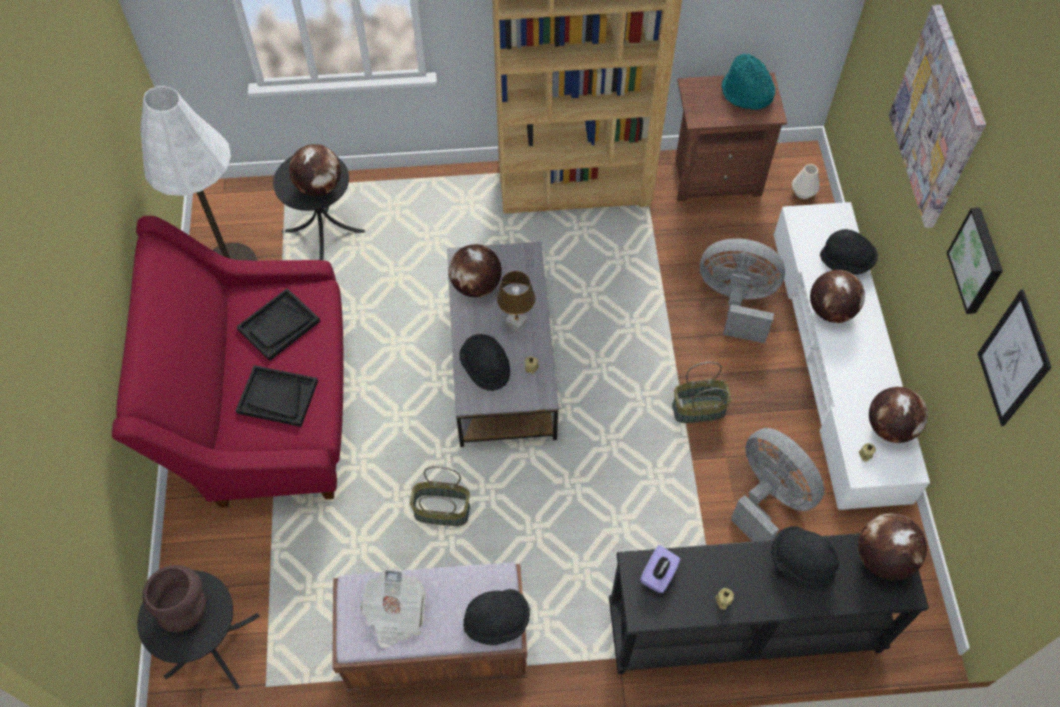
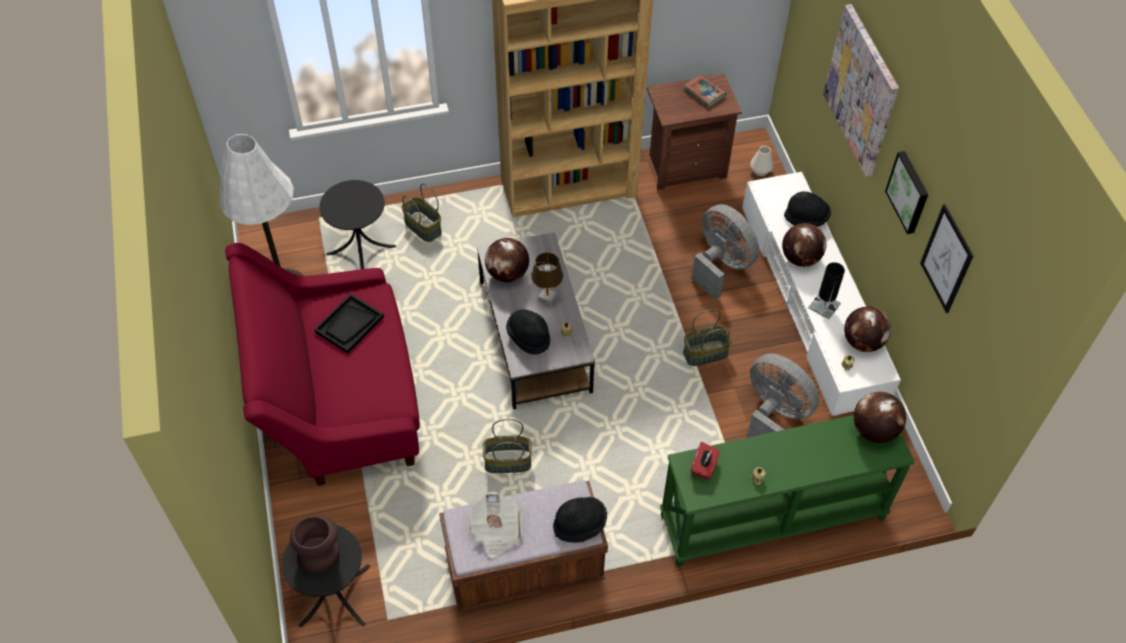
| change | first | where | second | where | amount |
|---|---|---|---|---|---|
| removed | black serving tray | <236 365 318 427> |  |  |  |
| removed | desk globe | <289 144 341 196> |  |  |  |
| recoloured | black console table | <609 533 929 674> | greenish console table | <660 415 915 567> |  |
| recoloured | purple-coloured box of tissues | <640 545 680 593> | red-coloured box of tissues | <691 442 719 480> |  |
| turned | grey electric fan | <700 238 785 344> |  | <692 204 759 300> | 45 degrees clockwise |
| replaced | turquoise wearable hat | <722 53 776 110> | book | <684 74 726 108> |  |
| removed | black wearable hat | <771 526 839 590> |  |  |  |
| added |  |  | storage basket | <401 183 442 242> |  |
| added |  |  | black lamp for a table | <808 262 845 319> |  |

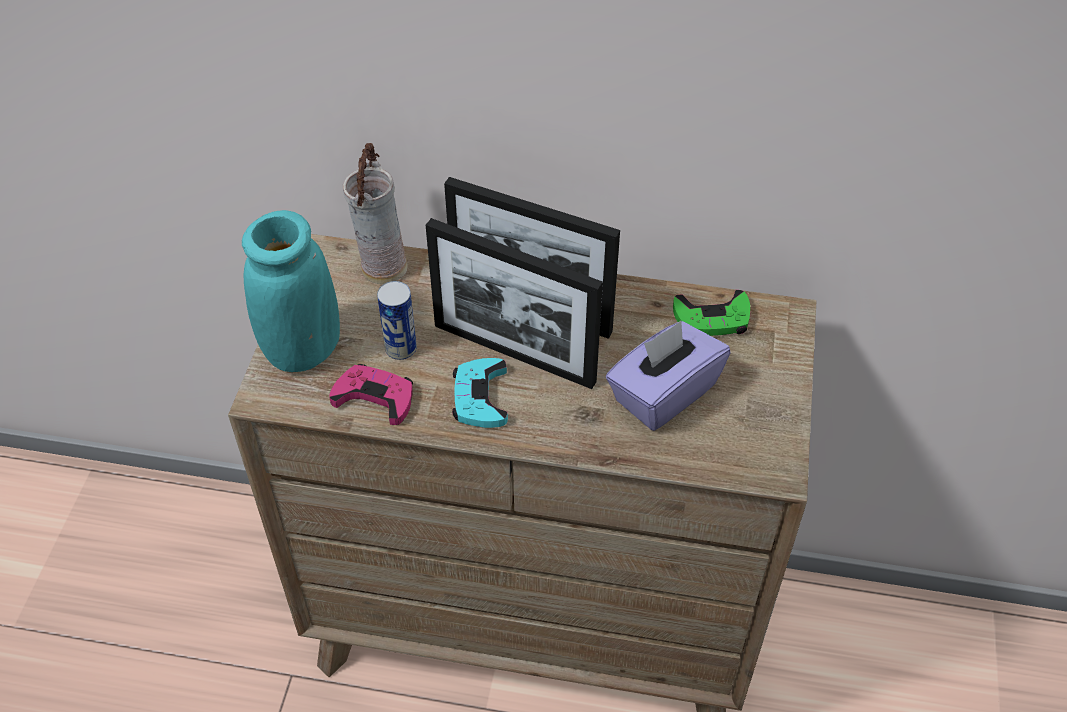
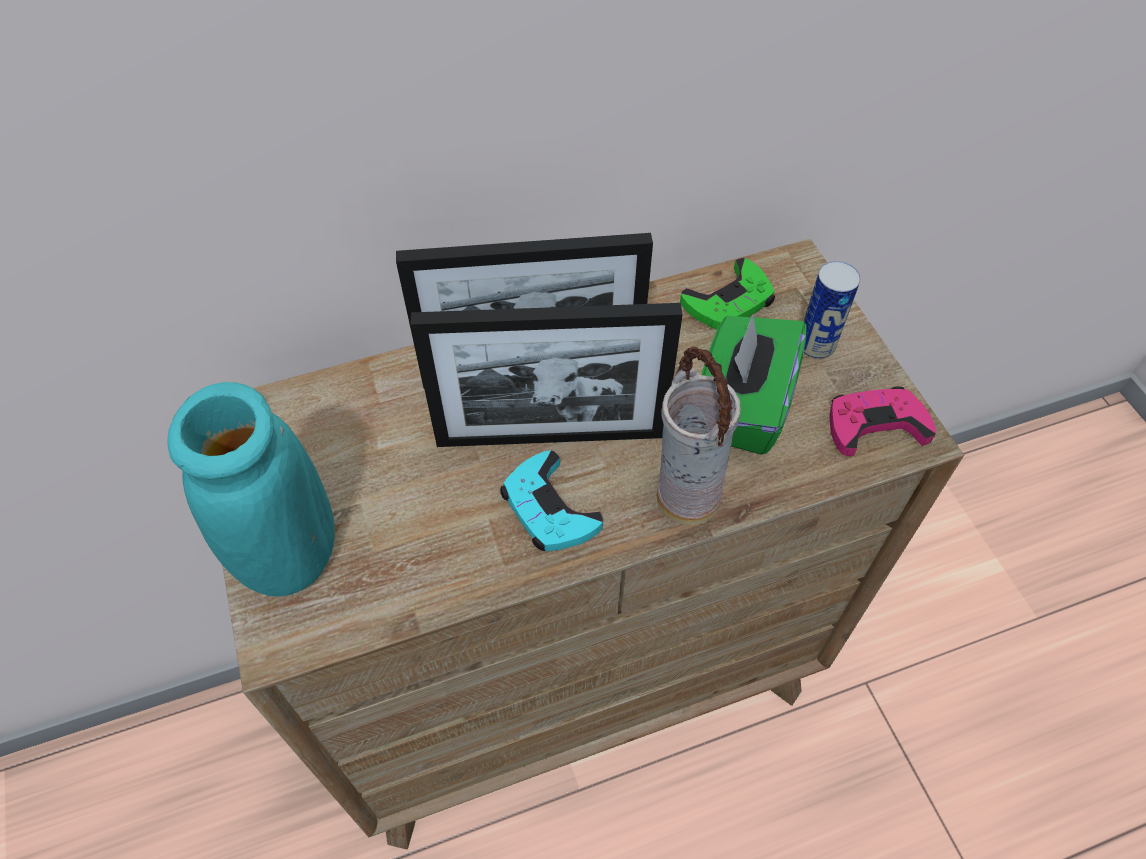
| change | first | where | second | where | amount |
|---|---|---|---|---|---|
| moved | pinkish joypad | <329 364 413 425> |  | <829 386 936 456> |  |
| moved | flower vase | <343 143 408 284> |  | <656 346 741 525> |  |
| moved | metal can | <377 281 417 360> |  | <804 261 861 359> |  |
| recoloured | purple-coloured box of tissues | <606 321 731 431> | greenish box of tissues | <701 314 807 454> |  |

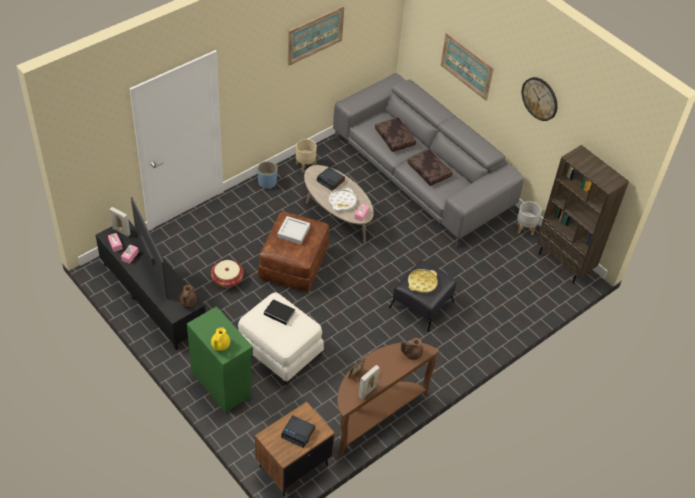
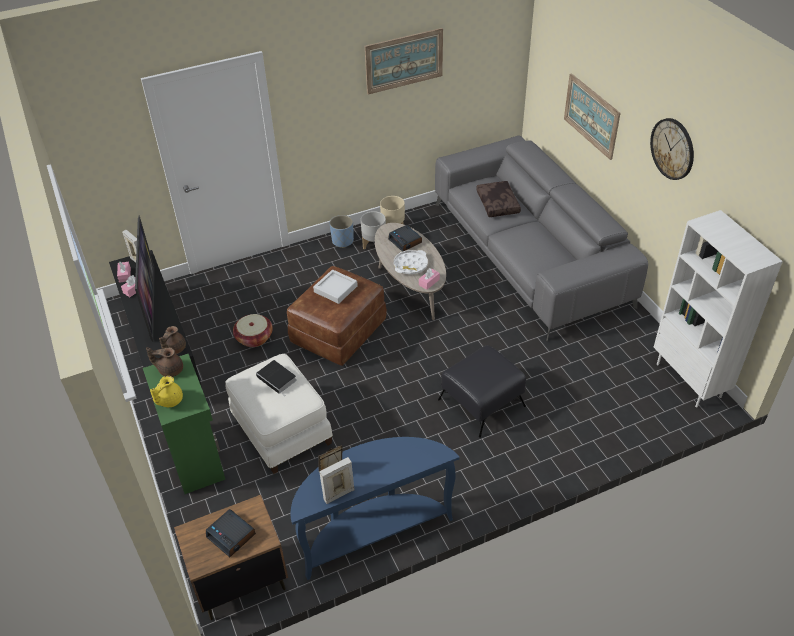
| change | first | where | second | where | amount |
|---|---|---|---|---|---|
| recoloured | brown-coloured console table | <337 342 440 456> | blue console table | <291 437 459 580> |  |
| moved | brown-coloured pot for tea | <401 338 423 360> |  | <146 347 183 377> |  |
| removed | brown-coloured throw pillow | <407 149 452 186> |  |  |  |
| removed | yellowish serving tray | <408 269 438 293> |  |  |  |
| moved | grey flower pot | <517 201 541 235> |  | <361 211 386 249> |  |
| recoloured | brown-coloured bookcase | <536 145 629 284> | white-coloured bookcase | <654 210 783 408> |  |

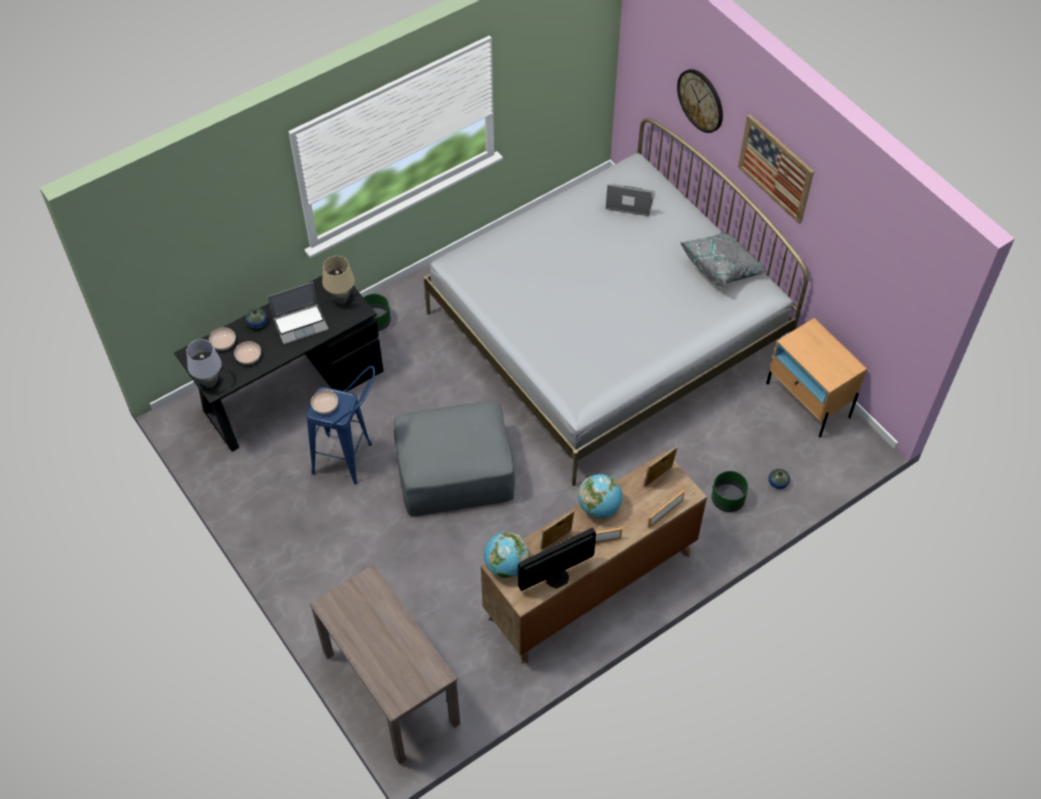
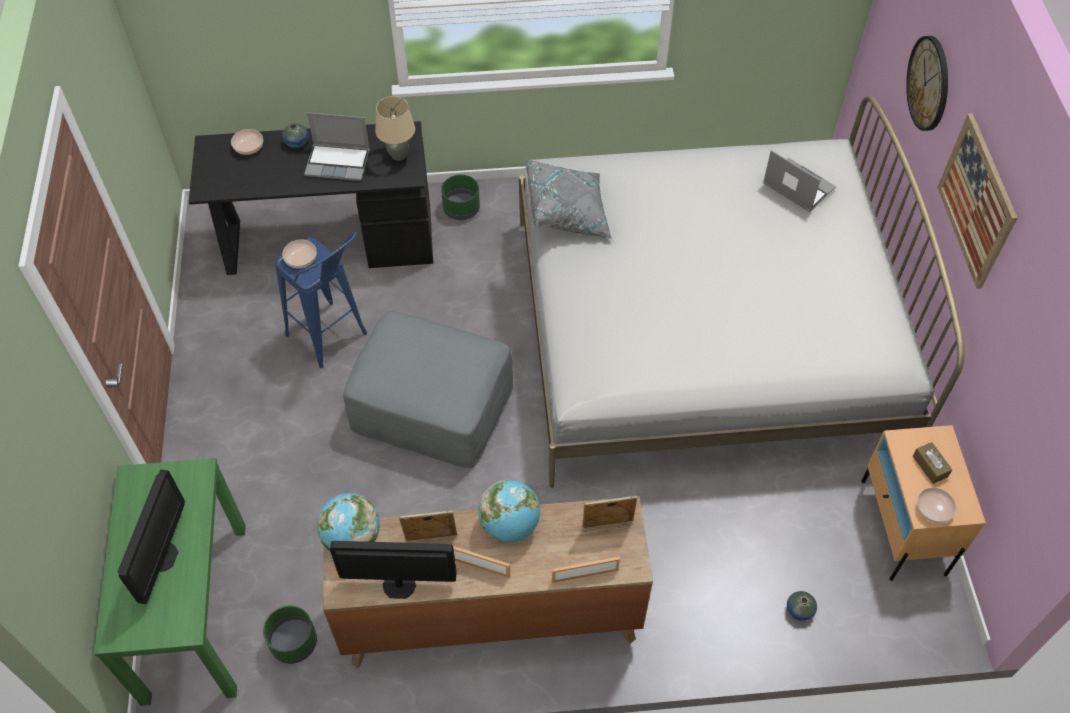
| change | first | where | second | where | amount |
|---|---|---|---|---|---|
| removed | grey lamp for a table | <186 339 222 388> |  |  |  |
| moved | serving bowl | <234 341 261 365> |  | <917 487 956 523> |  |
| recoloured | brown-coloured console table | <309 565 460 764> | greenish console table | <94 458 246 706> |  |
| moved | grey throw pillow | <680 231 768 288> |  | <526 159 612 239> |  |
| moved | greenish flower pot | <711 471 748 512> |  | <263 606 317 664> |  |
| added |  |  | computer display | <118 469 185 604> |  |
| added |  |  | brown-coloured box of tissues | <913 442 952 484> |  |

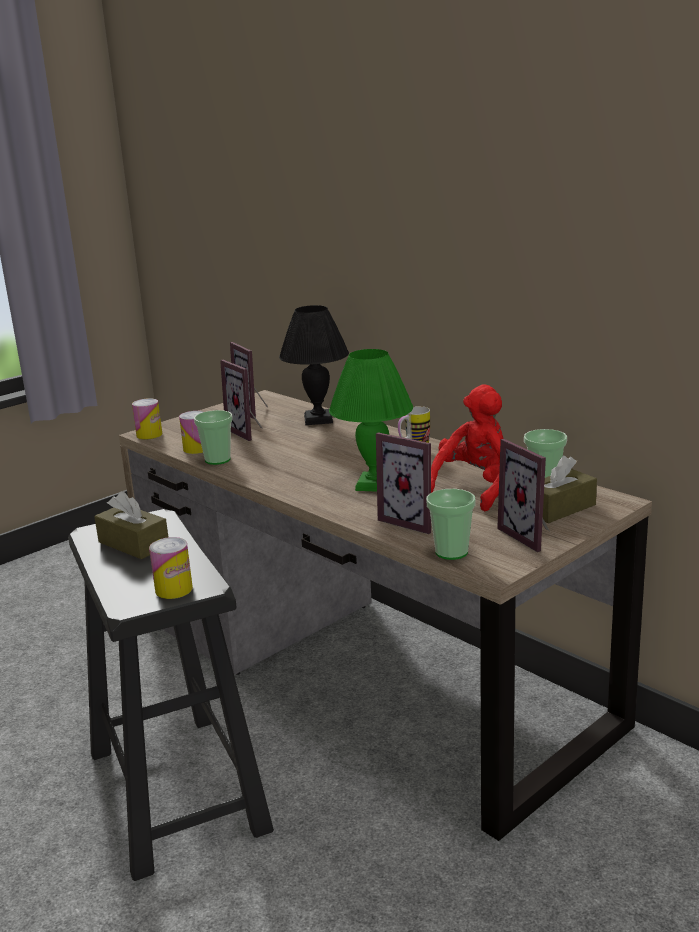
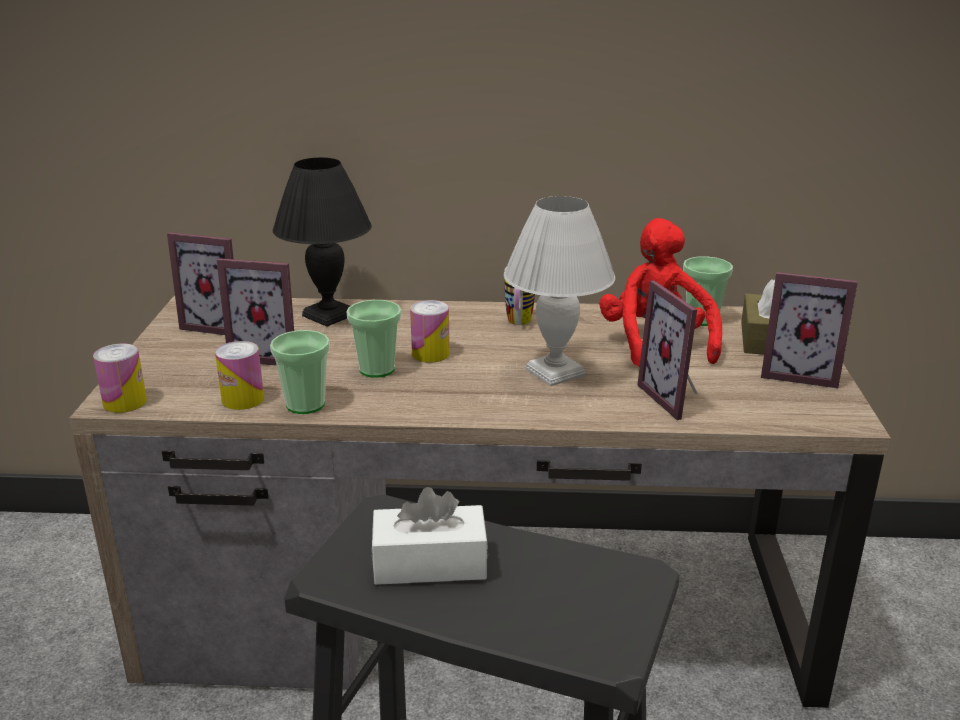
| change | first | where | second | where | amount |
|---|---|---|---|---|---|
| recoloured | brown-coloured box of tissues | <94 491 168 559> | white-coloured box of tissues | <372 487 488 585> |  |
| moved | metal can | <149 537 193 599> |  | <410 300 450 363> |  |
| recoloured | greenish lamp for a table | <329 349 413 492> | white-coloured lamp for a table | <504 196 615 386> |  |
| turned | photo frame | <376 432 431 534> |  | <637 281 698 420> | 75 degrees clockwise |
| moved | cup | <426 489 476 560> |  | <347 300 401 378> |  |

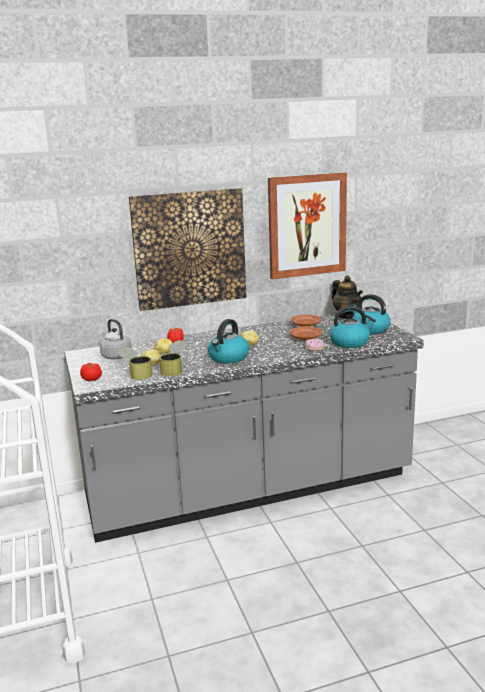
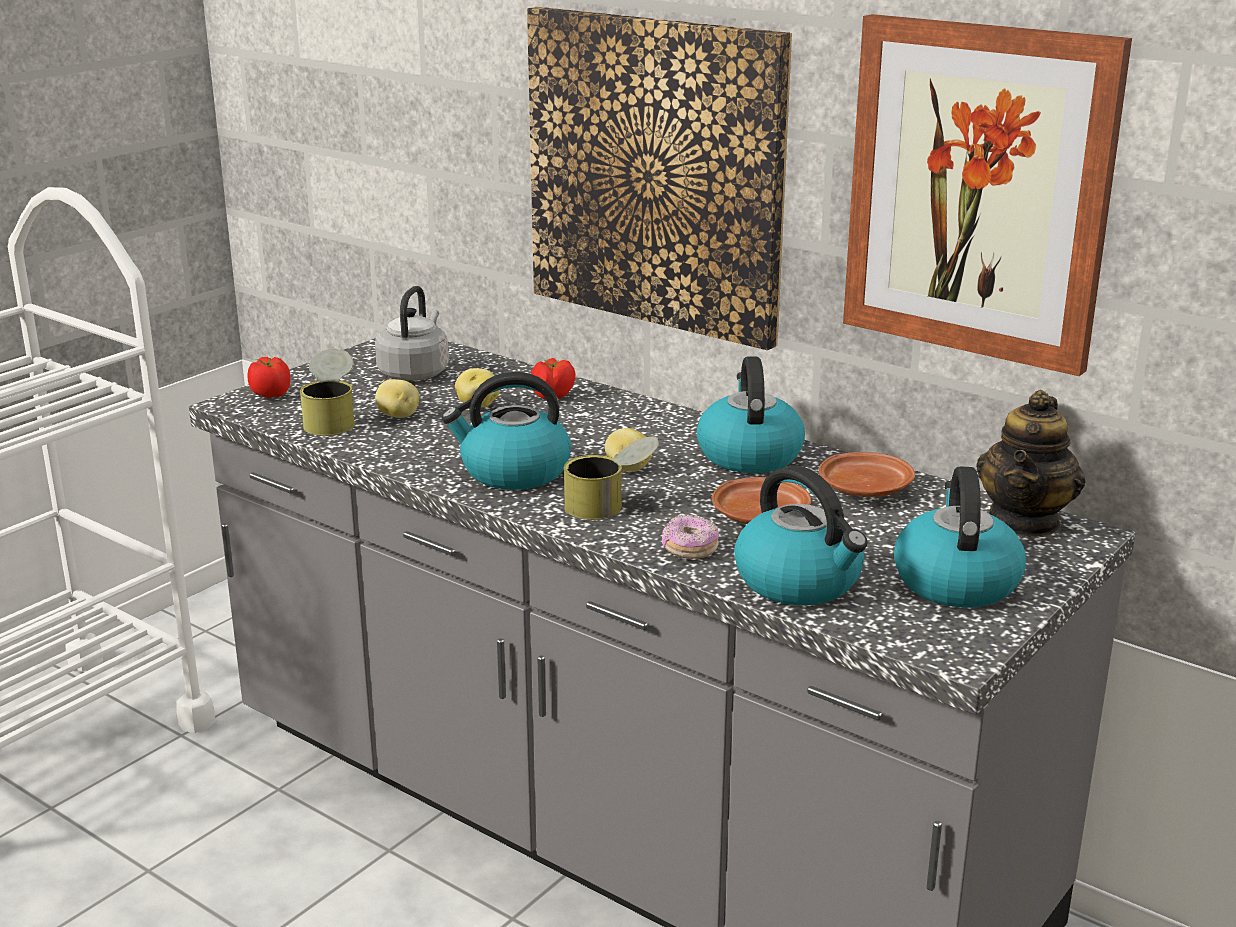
| change | first | where | second | where | amount |
|---|---|---|---|---|---|
| moved | metal can | <159 340 187 376> |  | <564 436 659 520> |  |
| added |  |  | tea kettle | <697 357 805 473> |  |

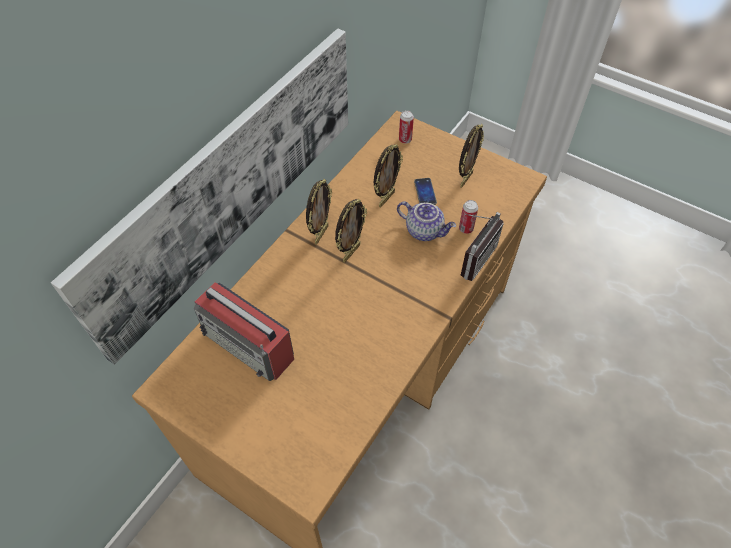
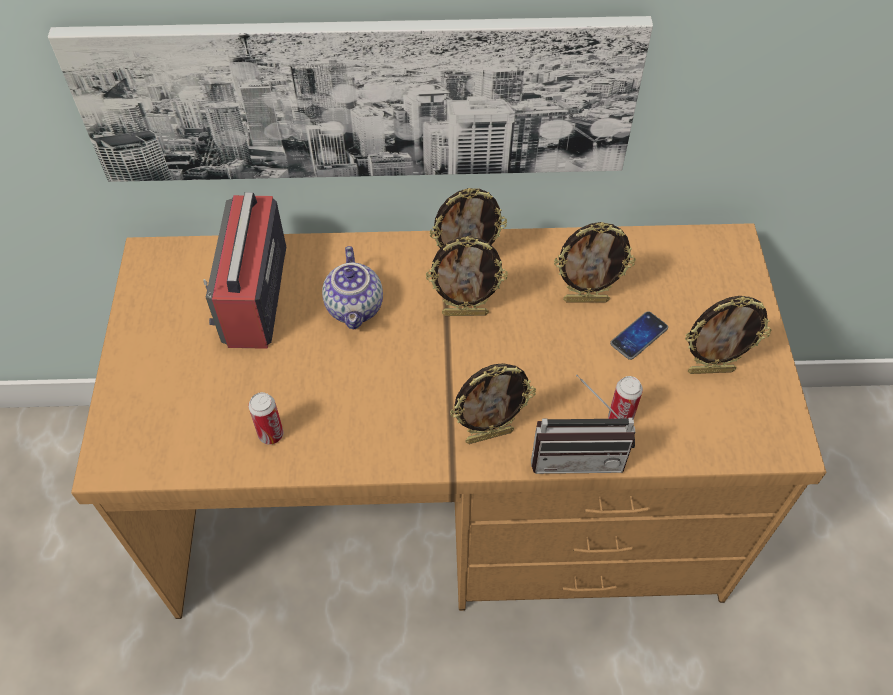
| change | first | where | second | where | amount |
|---|---|---|---|---|---|
| moved | pot for tea | <397 201 456 241> |  | <322 246 383 330> |  |
| moved | metal can | <399 110 414 143> |  | <248 392 284 445> |  |
| added |  |  | photo frame | <450 363 536 444> |  |

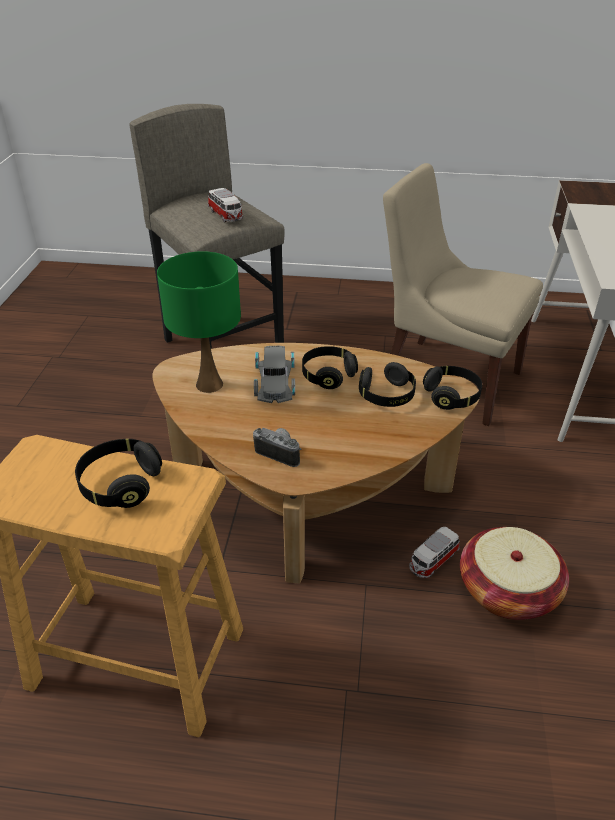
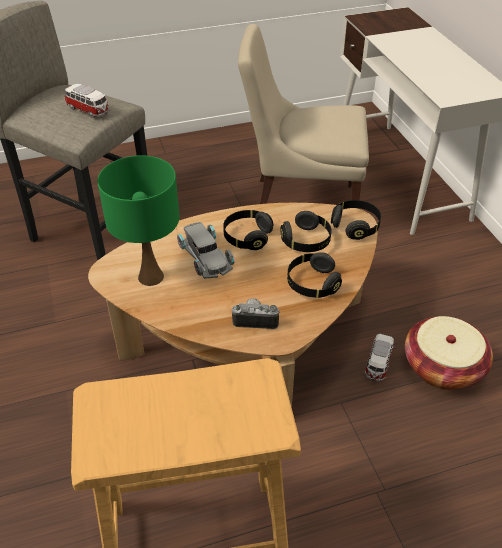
| change | first | where | second | where | amount |
|---|---|---|---|---|---|
| moved | black pair of headphones | <75 439 162 508> |  | <287 253 342 298> |  |

